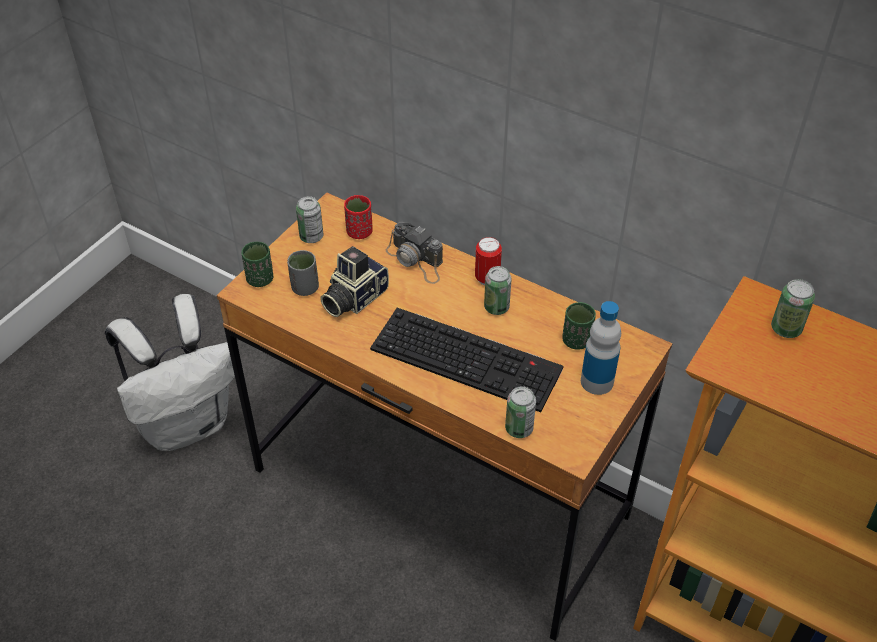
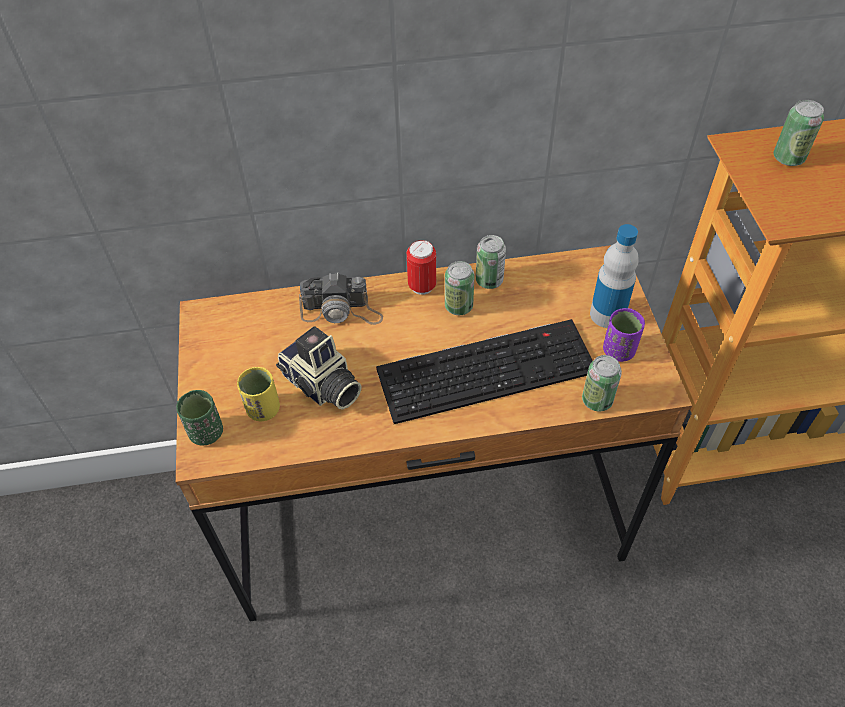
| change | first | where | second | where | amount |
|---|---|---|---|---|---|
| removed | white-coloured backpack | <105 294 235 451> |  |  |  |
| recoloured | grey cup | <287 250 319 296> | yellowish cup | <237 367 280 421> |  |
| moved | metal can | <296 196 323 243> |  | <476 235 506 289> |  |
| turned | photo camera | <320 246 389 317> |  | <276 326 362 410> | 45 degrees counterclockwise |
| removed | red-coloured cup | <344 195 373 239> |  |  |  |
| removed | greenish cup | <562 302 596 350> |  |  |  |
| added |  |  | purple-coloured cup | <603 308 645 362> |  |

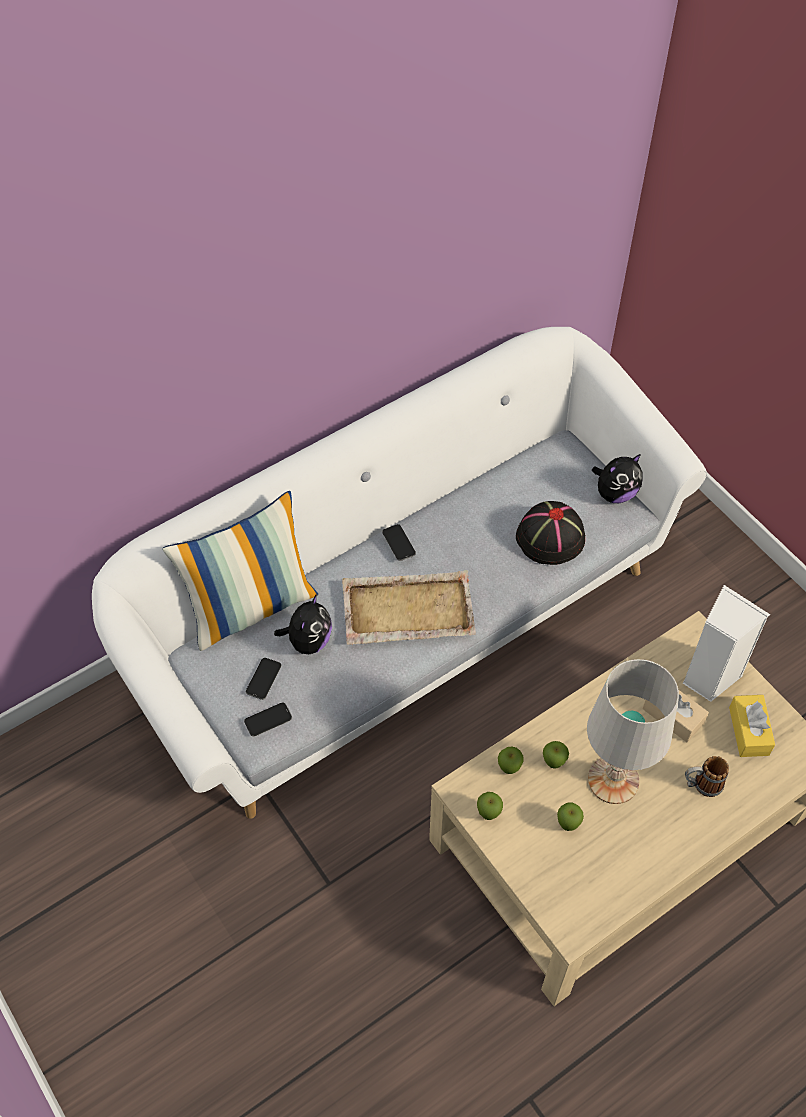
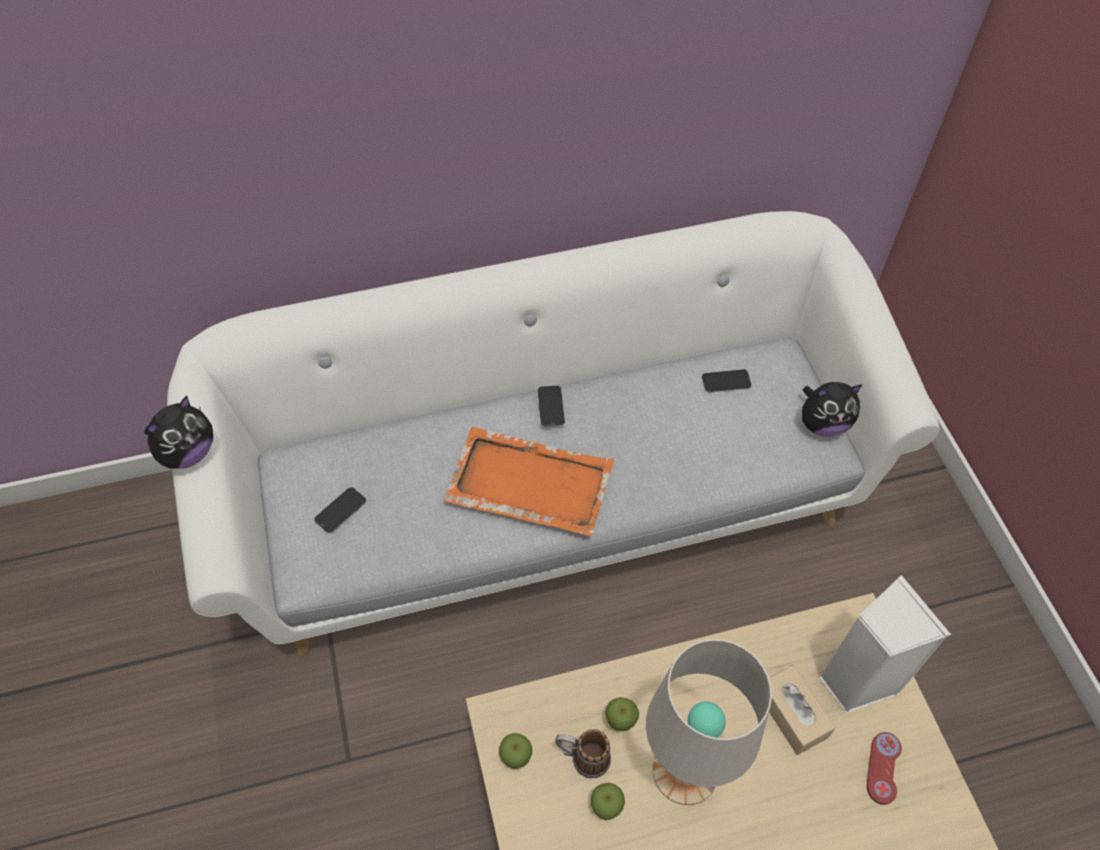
| change | first | where | second | where | amount |
|---|---|---|---|---|---|
| removed | throw pillow | <162 491 318 651> |  |  |  |
| moved | phone | <244 702 292 737> |  | <702 369 751 392> |  |
| moved | cuddly toy | <274 594 332 654> |  | <144 395 213 469> |  |
| recoloured | beige-coloured serving tray | <342 570 476 645> | orange-coloured serving tray | <443 427 614 536> |  |
| removed | whole apple | <498 747 524 774> |  |  |  |
| removed | black wearable hat | <516 501 585 565> |  |  |  |
| moved | mug | <685 756 729 797> |  | <555 729 611 778> |  |
| replaced | yellowish box of tissues | <729 695 775 757> | red-coloured joypad | <867 732 902 805> |  |

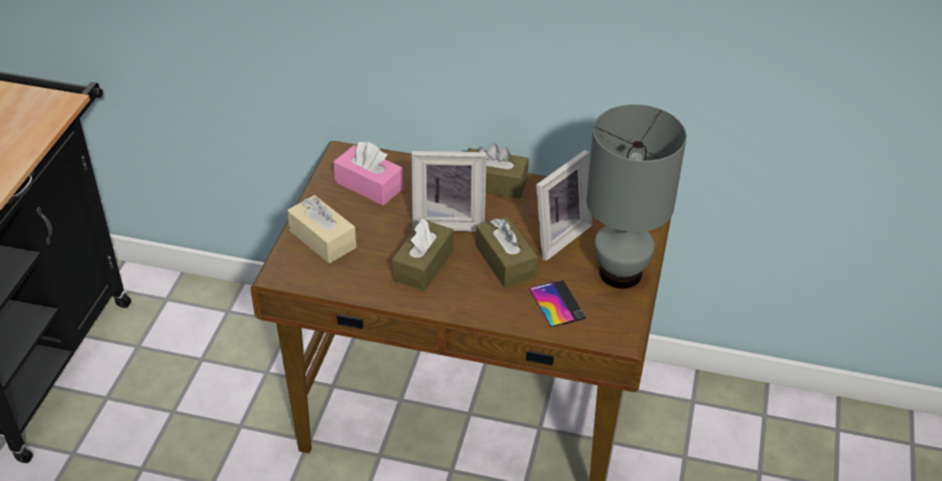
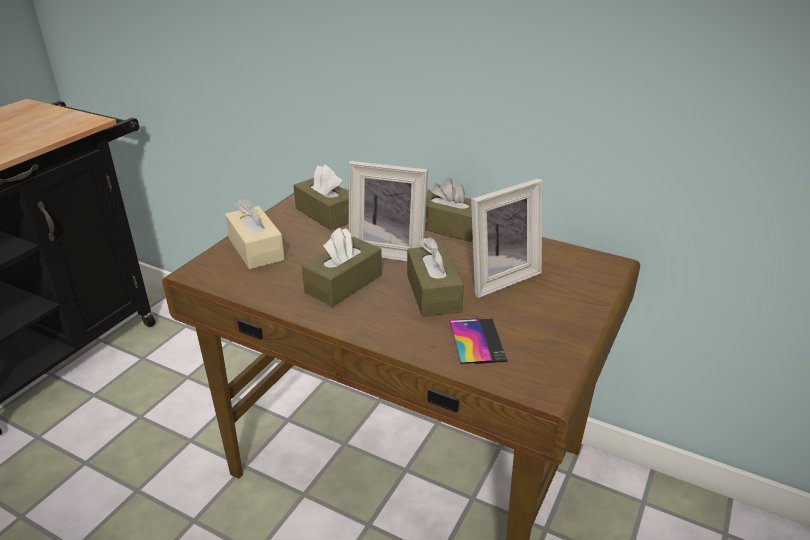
| change | first | where | second | where | amount |
|---|---|---|---|---|---|
| recoloured | pinkish box of tissues | <333 142 403 206> | brown-coloured box of tissues | <293 165 349 231> |  |
| removed | grey lamp for a table | <586 104 687 289> |  |  |  |

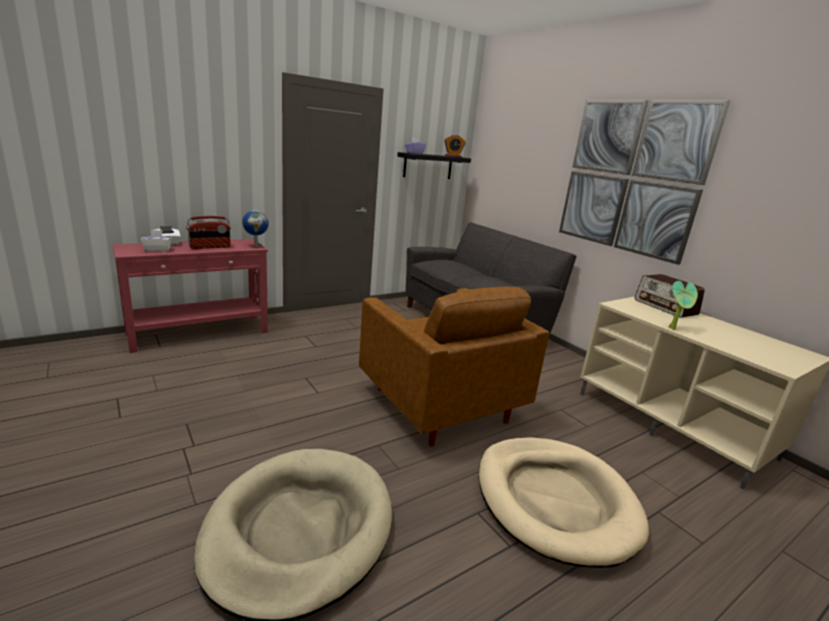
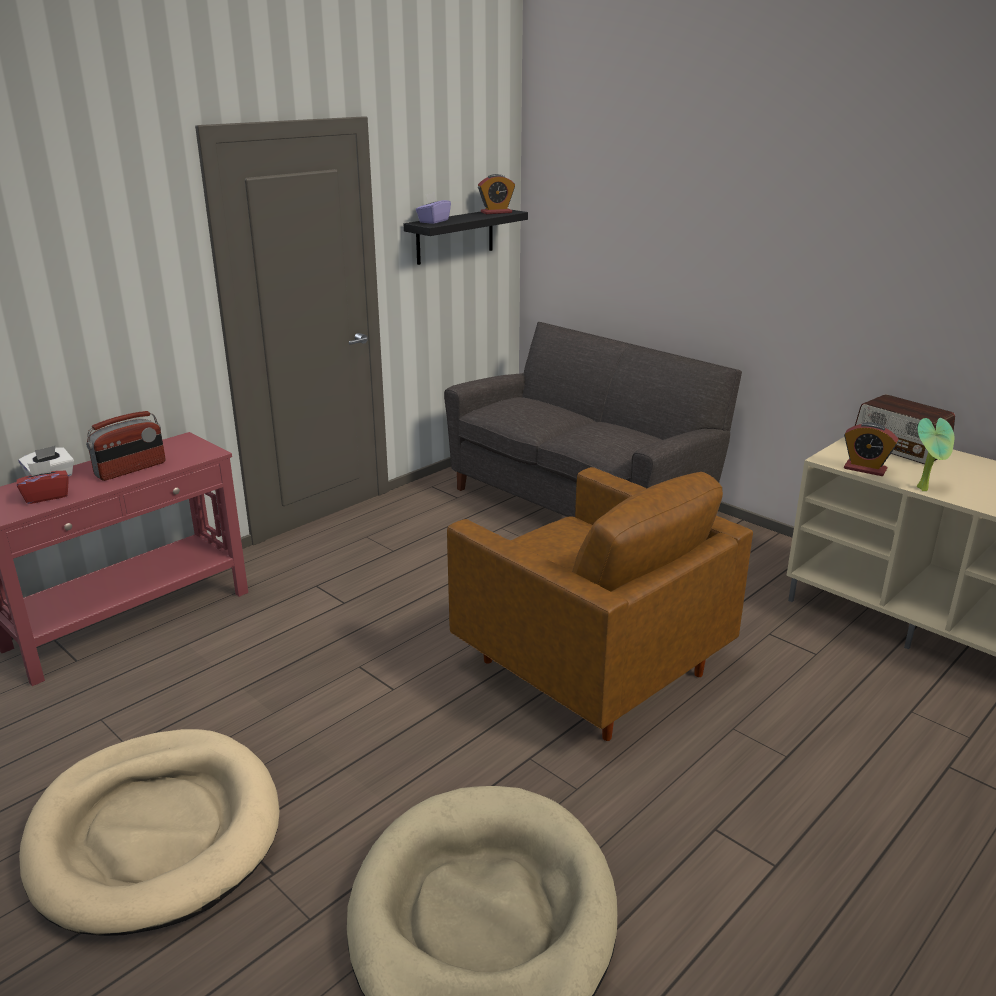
| change | first | where | second | where | amount |
|---|---|---|---|---|---|
| recoloured | white-coloured box of tissues | <140 230 172 252> | red-coloured box of tissues | <17 460 69 504> |  |
| removed | desk globe | <242 210 269 247> |  |  |  |
| moved | beige-coloured dog cushion | <479 437 649 568> |  | <19 729 280 936> |  |
| removed | wall picture | <559 100 731 265> |  |  |  |
| added |  |  | table clock | <844 422 898 476> |  |

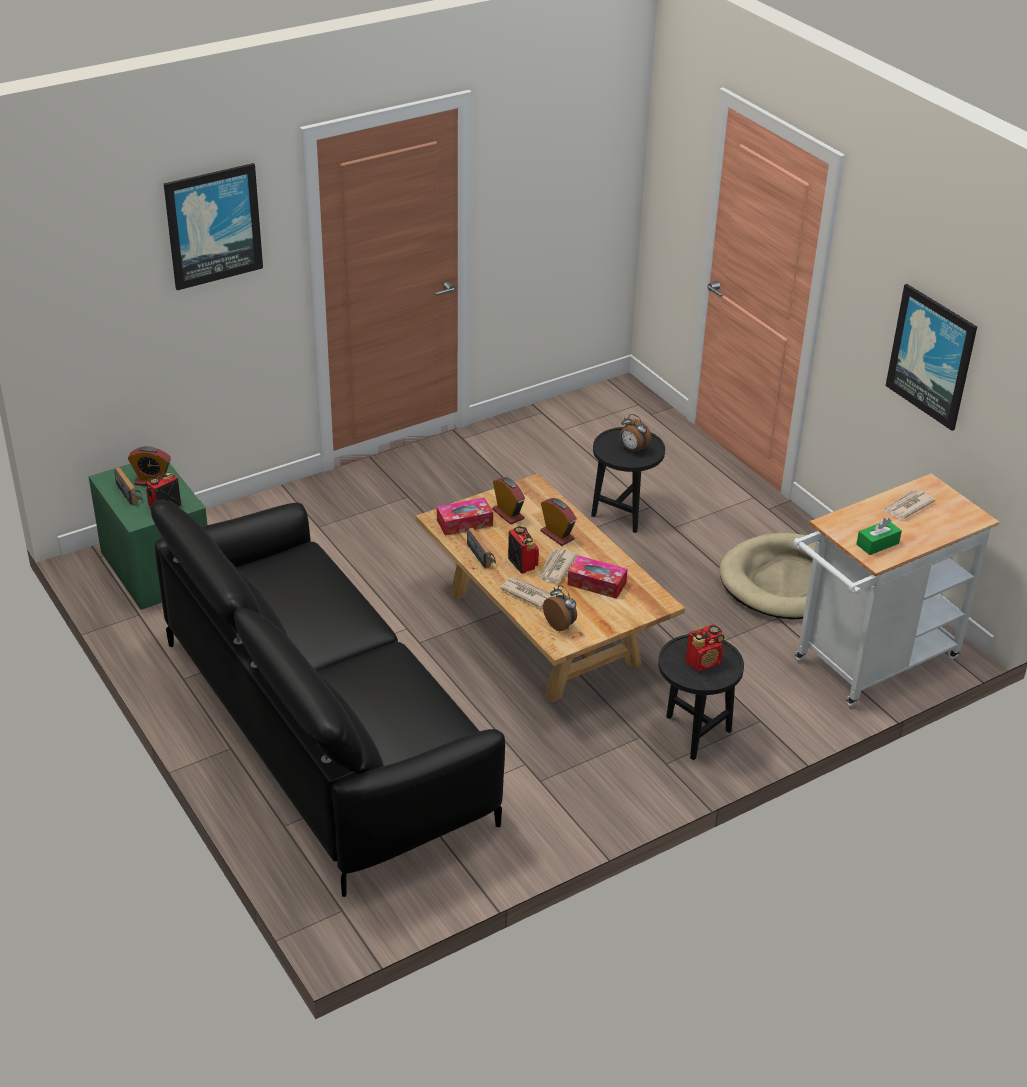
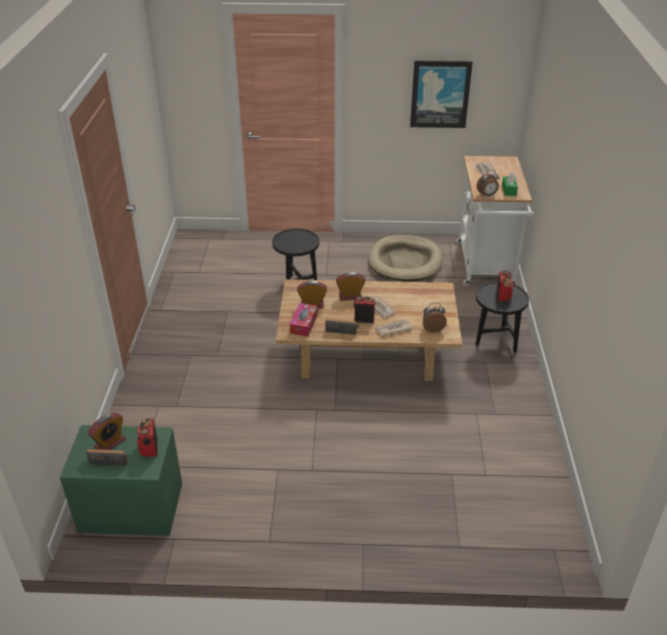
| change | first | where | second | where | amount |
|---|---|---|---|---|---|
| removed | black settee | <151 500 505 897> |  |  |  |
| removed | wall picture | <164 163 263 290> |  |  |  |
| removed | box of tissues | <568 555 627 599> |  |  |  |
| moved | table clock | <620 414 651 453> |  | <477 170 499 197> |  |

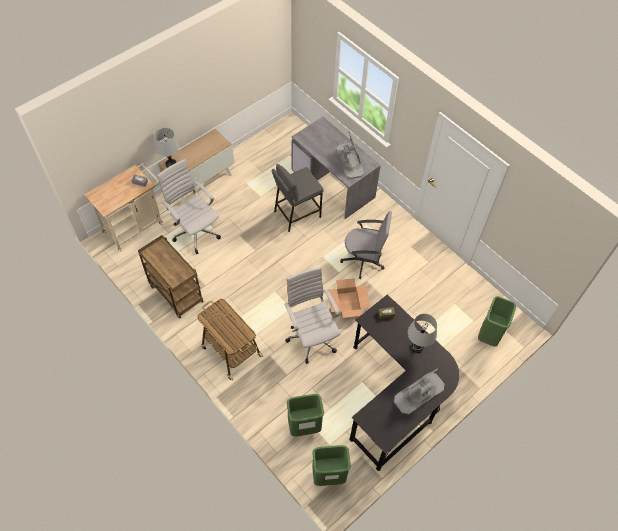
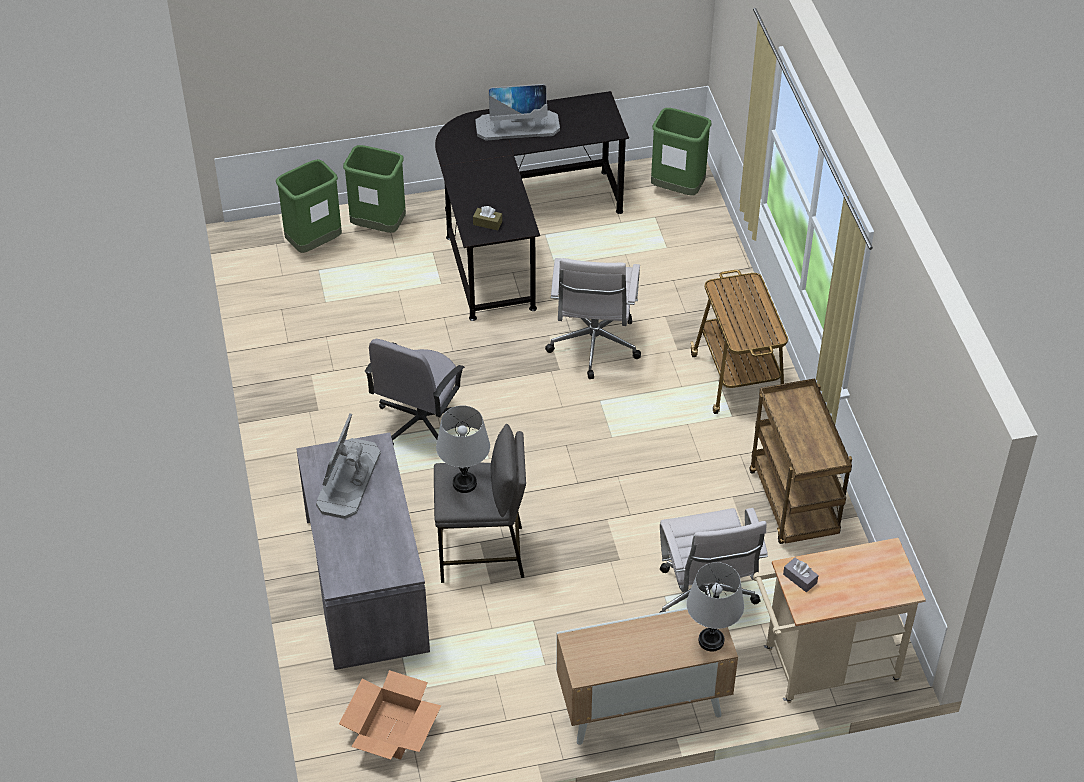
| change | first | where | second | where | amount |
|---|---|---|---|---|---|
| moved | greenish rubbish bin | <287 394 324 437> |  | <343 145 406 233> |  |
| moved | cardboard box | <328 278 371 318> |  | <339 670 441 760> |  |
| turned | grey desk chair | <340 211 392 279> |  | <365 339 466 445> | 105 degrees counterclockwise |
| moved | grey lamp for a table | <408 314 437 353> |  | <436 405 490 493> |  |

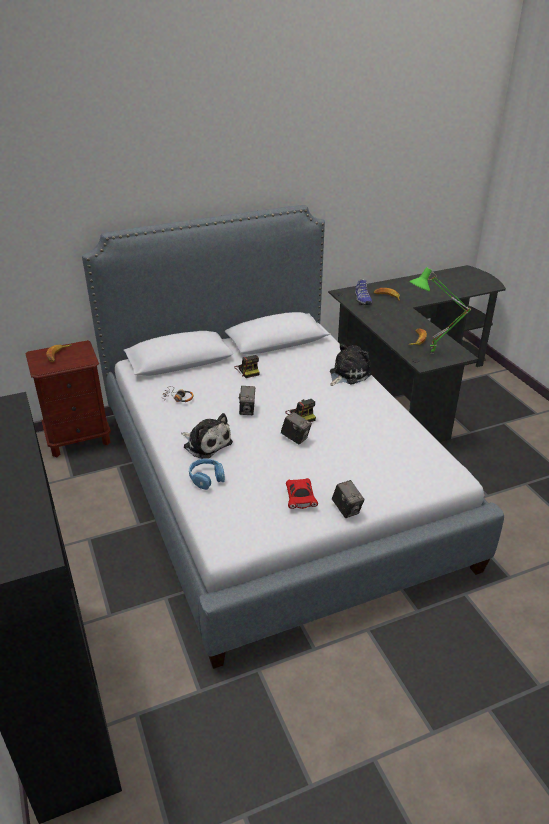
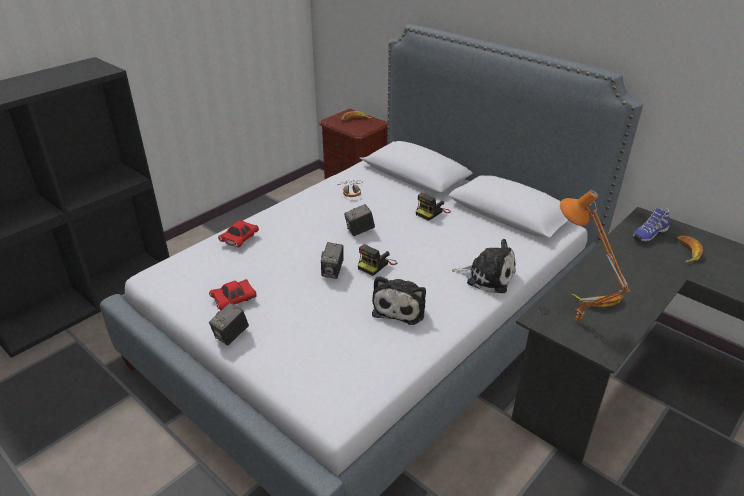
| change | first | where | second | where | amount |
|---|---|---|---|---|---|
| moved | cuddly toy | <181 413 233 459> |  | <372 276 426 325> |  |
| replaced | blue pair of headphones | <189 458 225 490> | red-coloured model car | <218 221 259 247> |  |
| recoloured | greenish lamp for a table | <410 267 471 353> | orange-coloured lamp for a table | <560 190 630 323> |  |

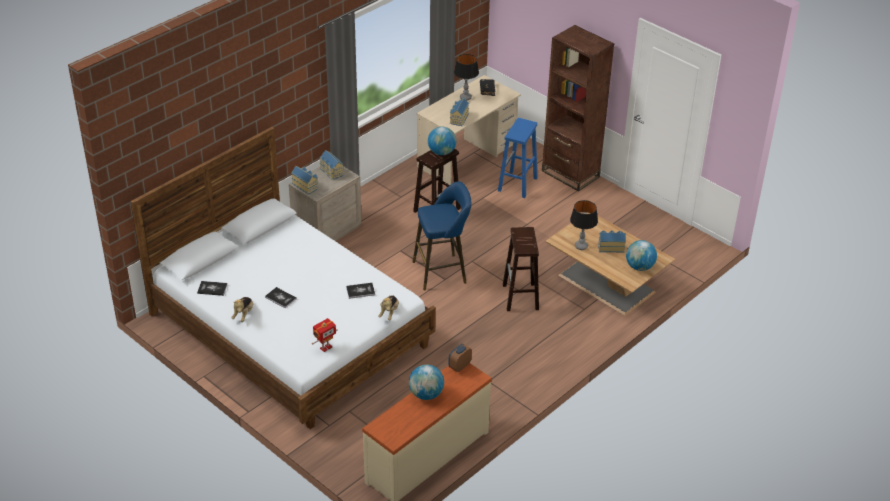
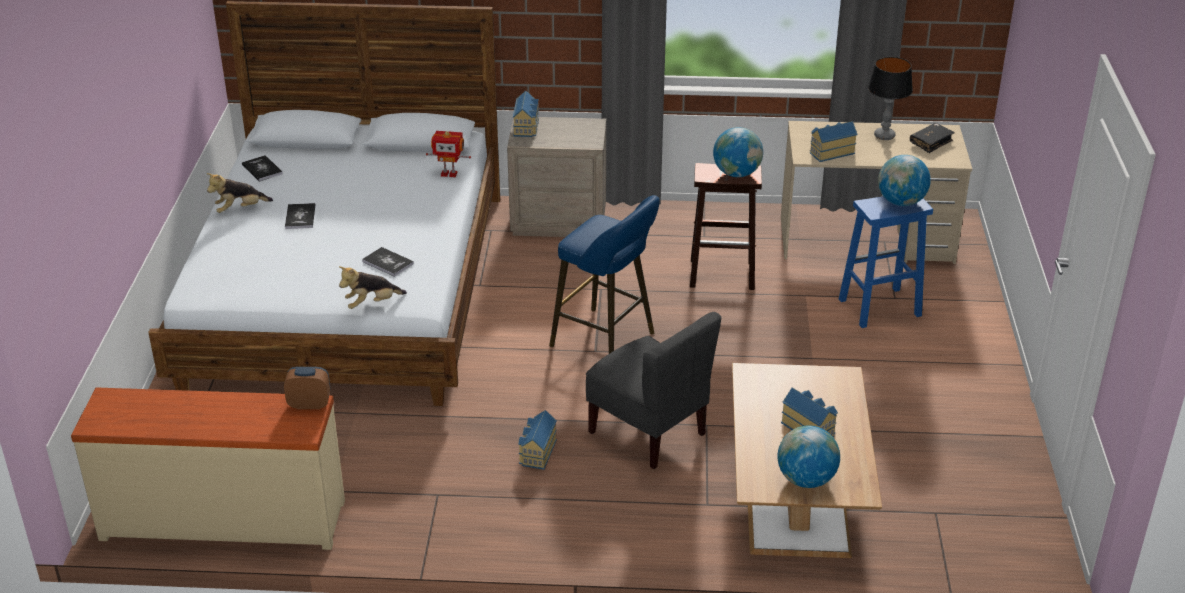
| change | first | where | second | where | amount |
|---|---|---|---|---|---|
| moved | model robot | <312 318 338 352> |  | <426 131 471 177> |  |
| moved | model house | <320 150 344 180> |  | <518 410 557 470> |  |
| moved | desk globe | <409 364 444 400> |  | <878 155 931 206> |  |
| replaced | brown-coloured sitting stool | <503 227 539 311> | grey upright chair | <586 312 721 469> |  |
| removed | brown-coloured bookcase | <542 25 614 192> |  |  |  |
| removed | lamp for a table | <570 200 598 250> |  |  |  |

